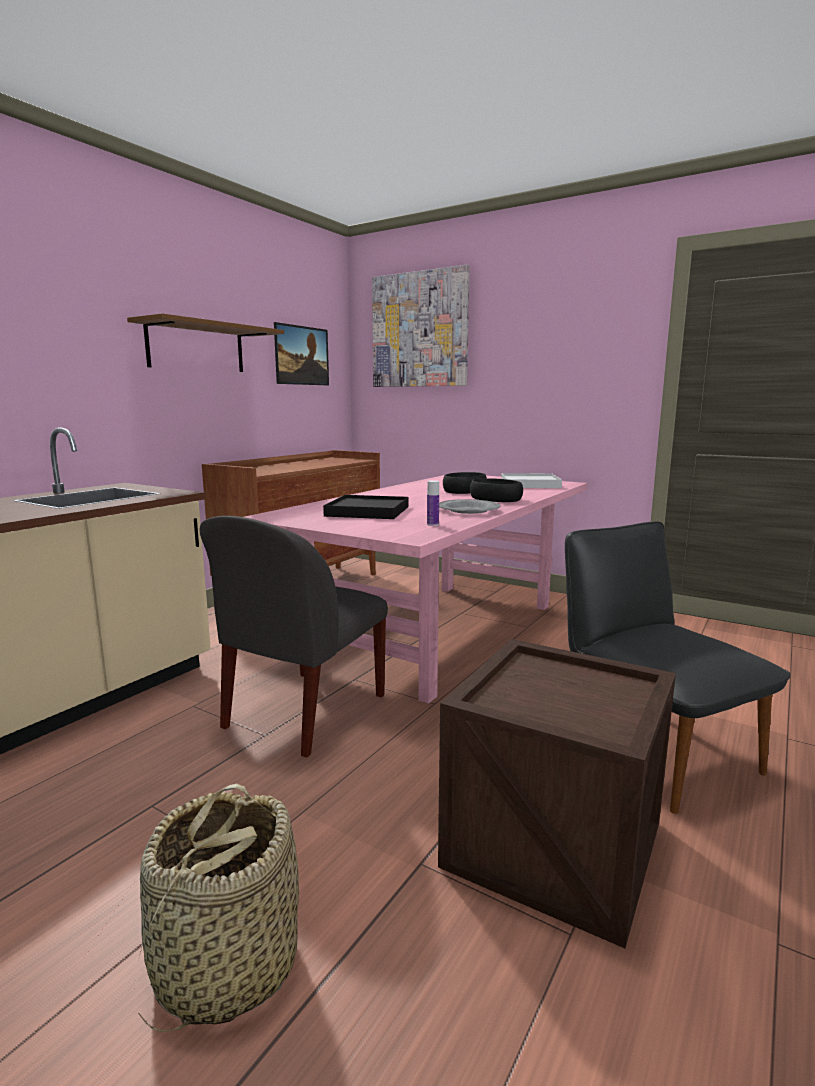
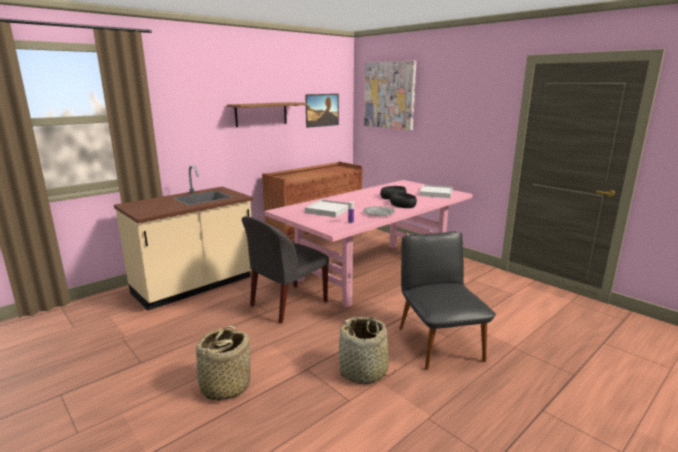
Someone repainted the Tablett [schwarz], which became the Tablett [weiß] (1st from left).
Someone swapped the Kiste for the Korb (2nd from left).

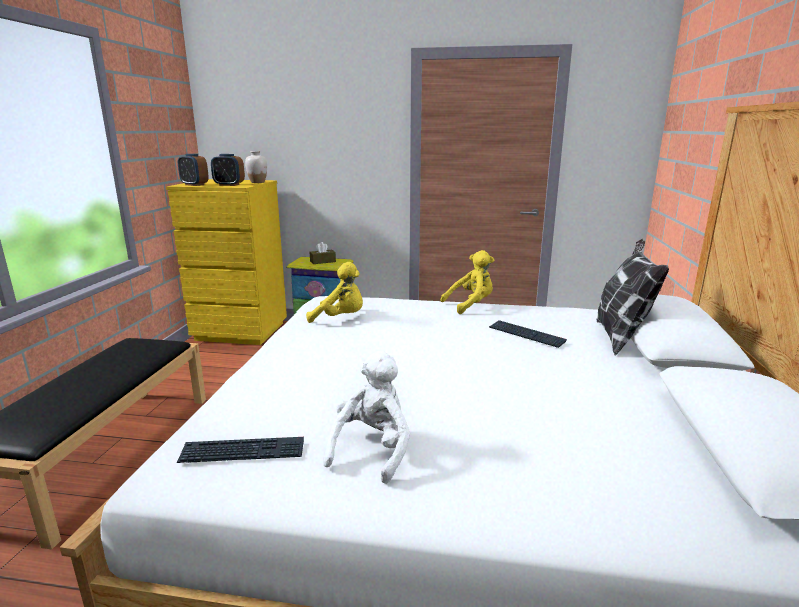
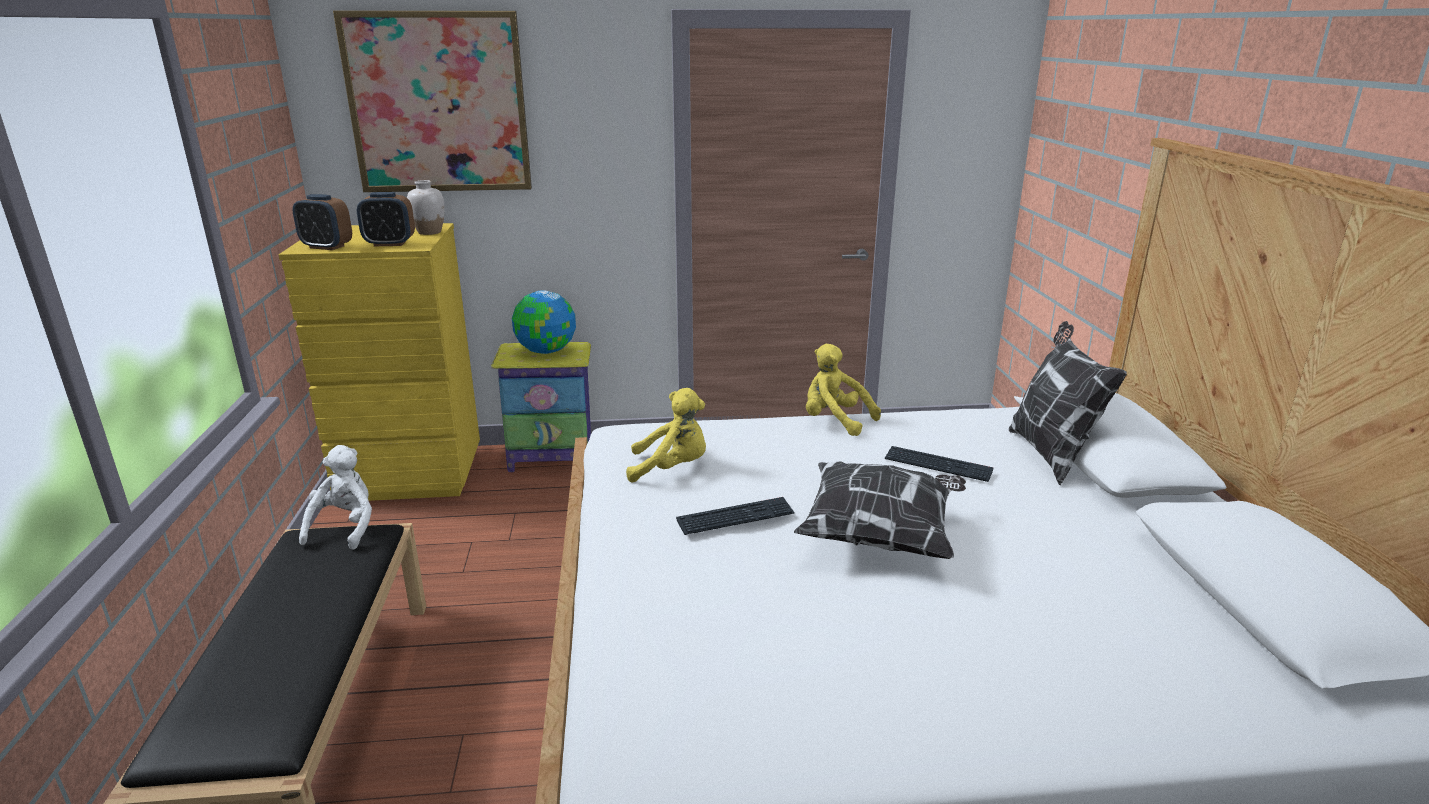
Someone carried the Plüschtier [weiß].
Someone put up the Bild.
Someone swapped the Taschentuchbox [braun] for the Globus.
Someone carried the Tastatur (1st from left).
Someone put down the Kissen (1st from left).
Someone rotated the Plüschtier [gelb] (2nd from left) by 105 degrees counterclockwise.

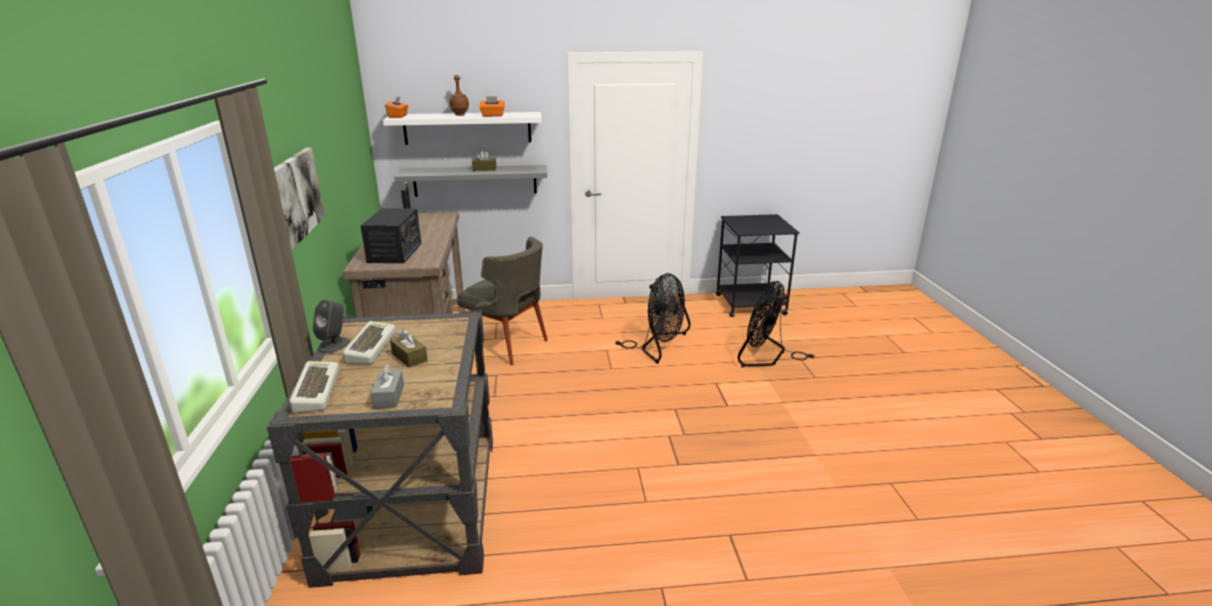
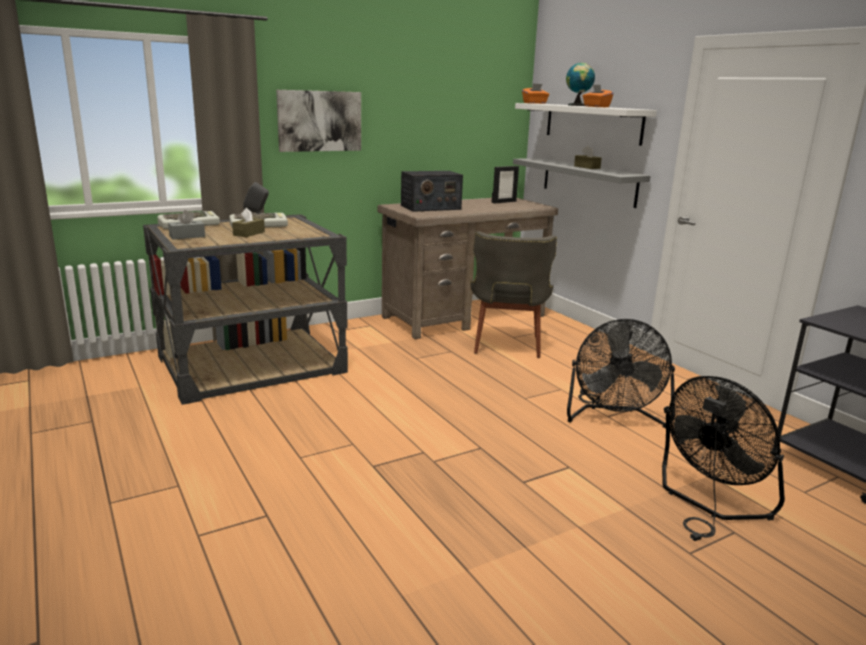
Someone swapped the Flasche [braun] for the Globus.
Someone rotated the Ventilator [schwarz] (2nd from left) by 45 degrees clockwise.

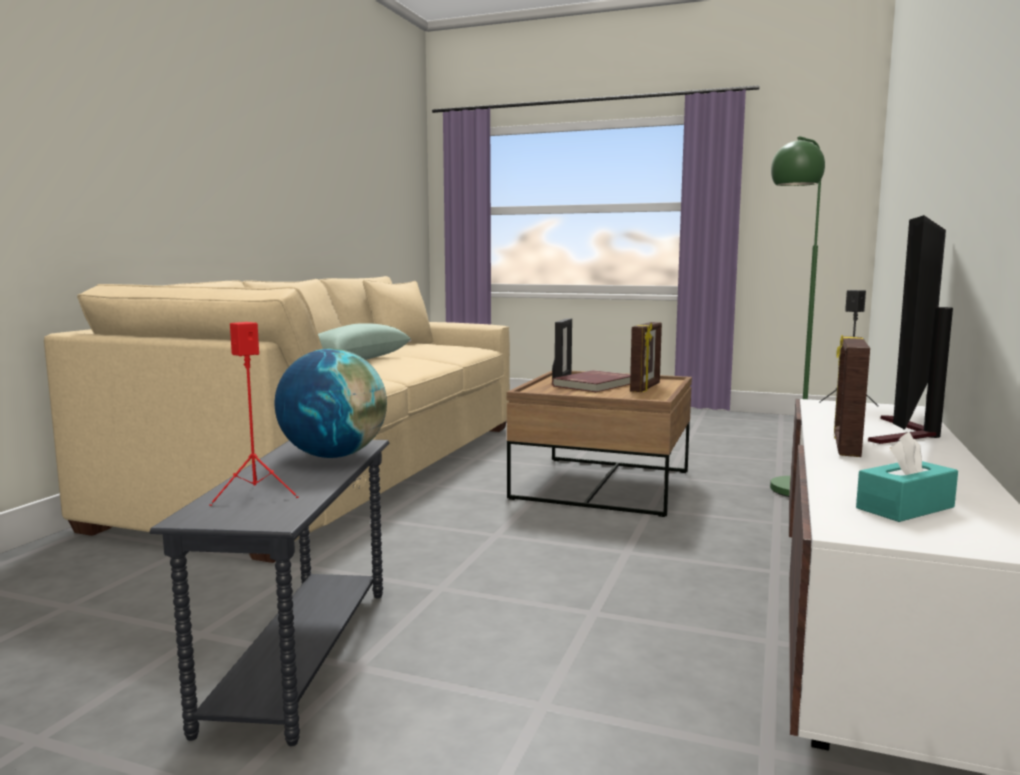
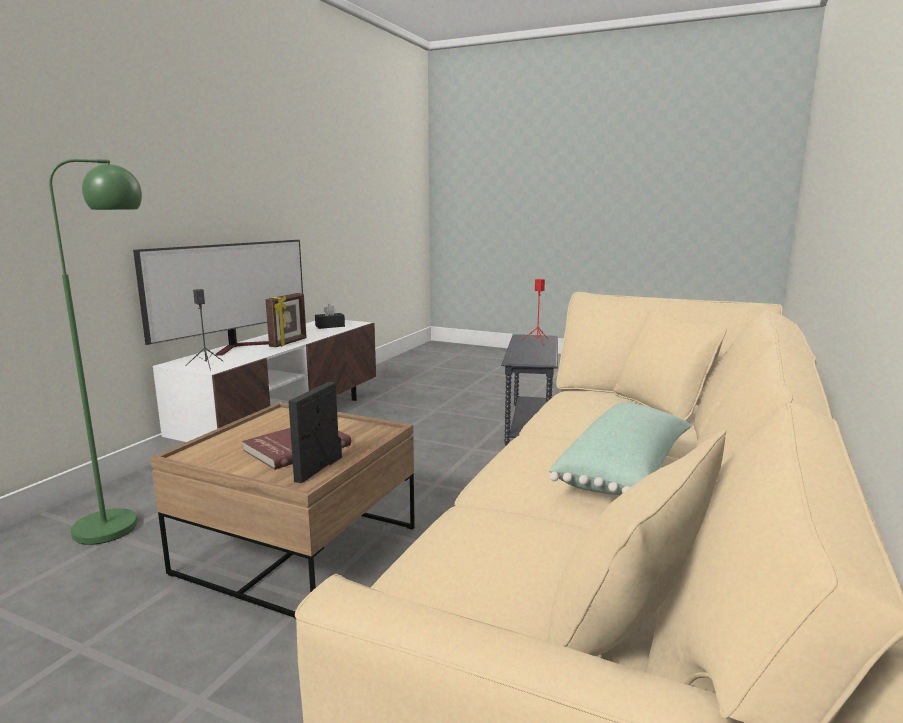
Someone repainted the Taschentuchbox [türkis], which became the Taschentuchbox [schwarz].
Someone took away the Globus.
Someone took away the Bilderrahmen (2nd from left).

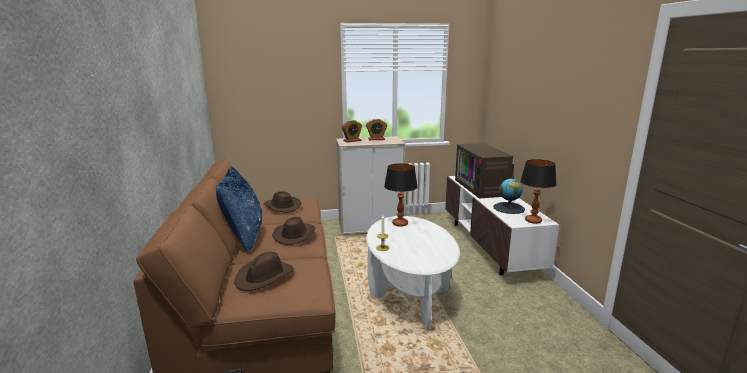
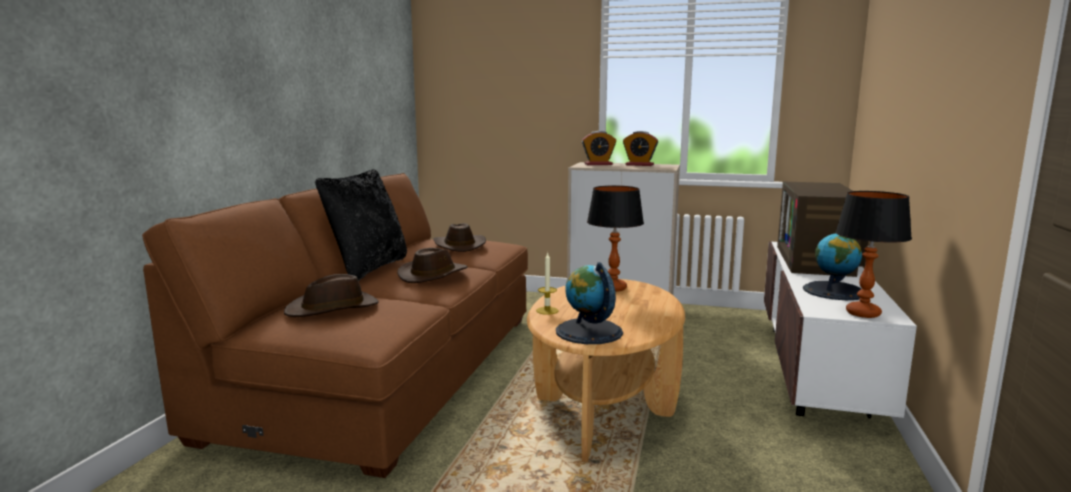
Someone repainted the Kissen [blau], which became the Kissen [schwarz].
Someone repainted the Couchtisch [weiß], which became the Couchtisch [braun].
Someone put down the Globus (1st from left).

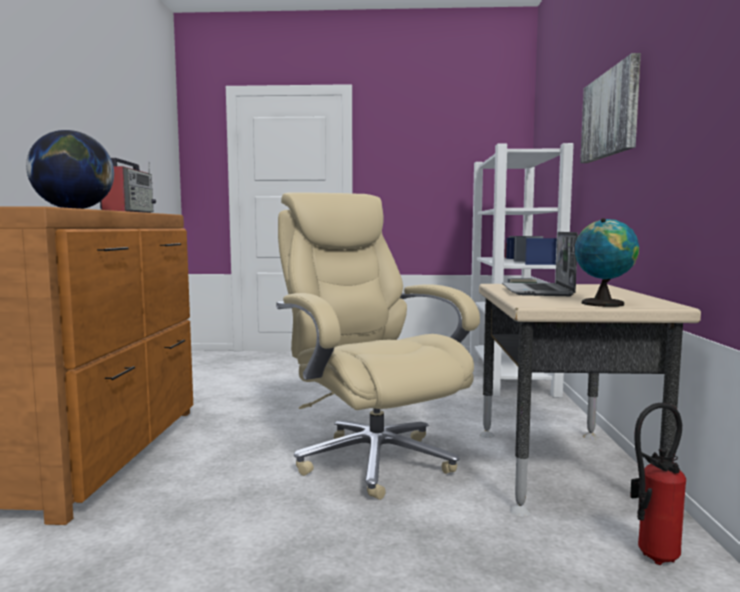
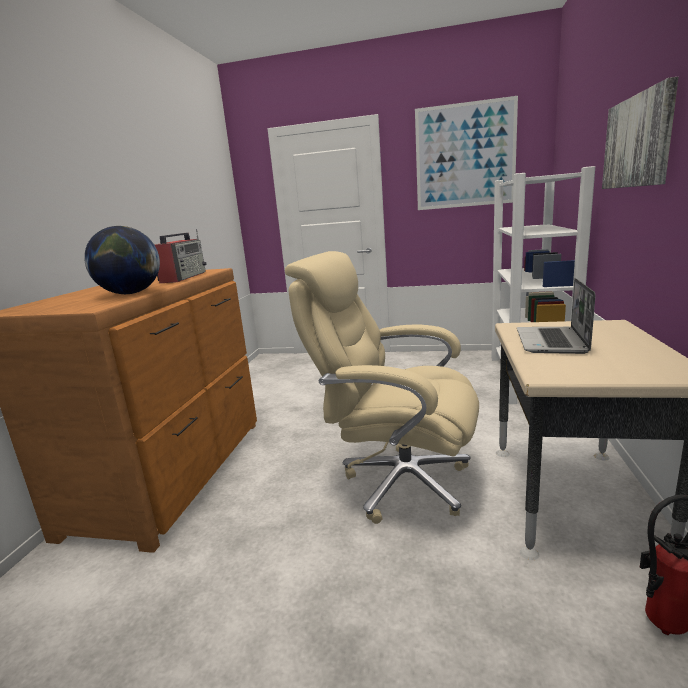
Someone rotated the Bürostuhl [beige] by 45 degrees counterclockwise.
Someone put up the Bild (1st from left).
Someone took away the Globus (2nd from left).

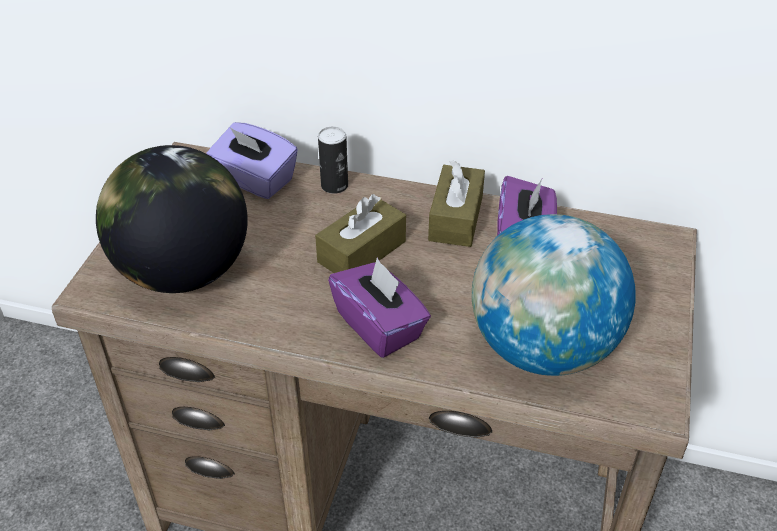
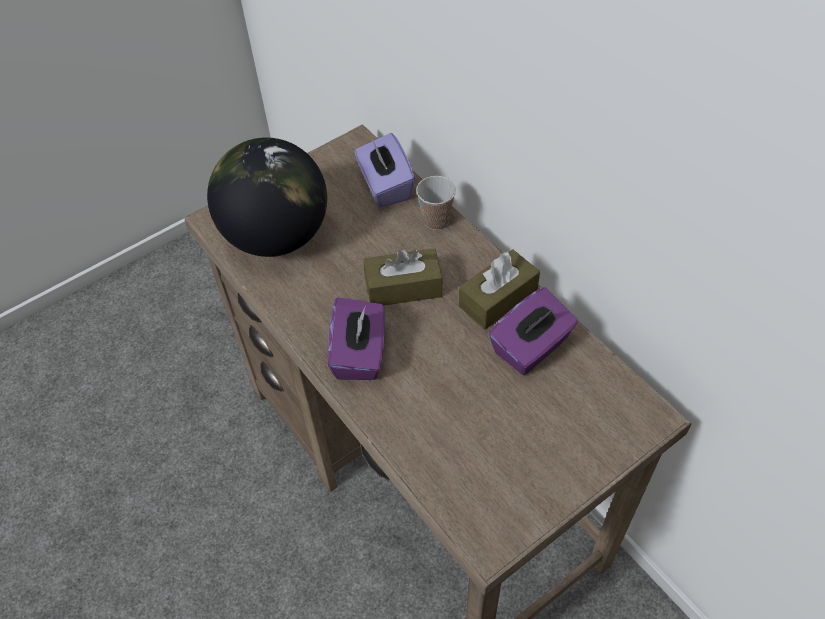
Someone swapped the Dose for the Tasse.
Someone took away the Globus (2nd from left).

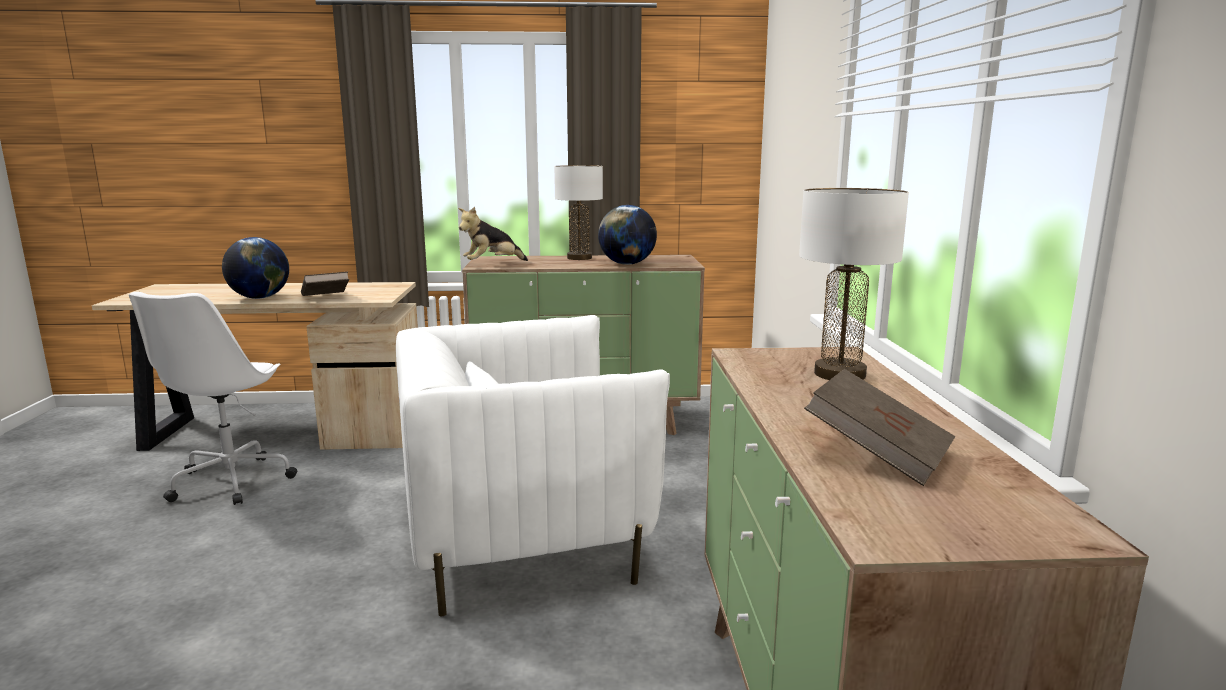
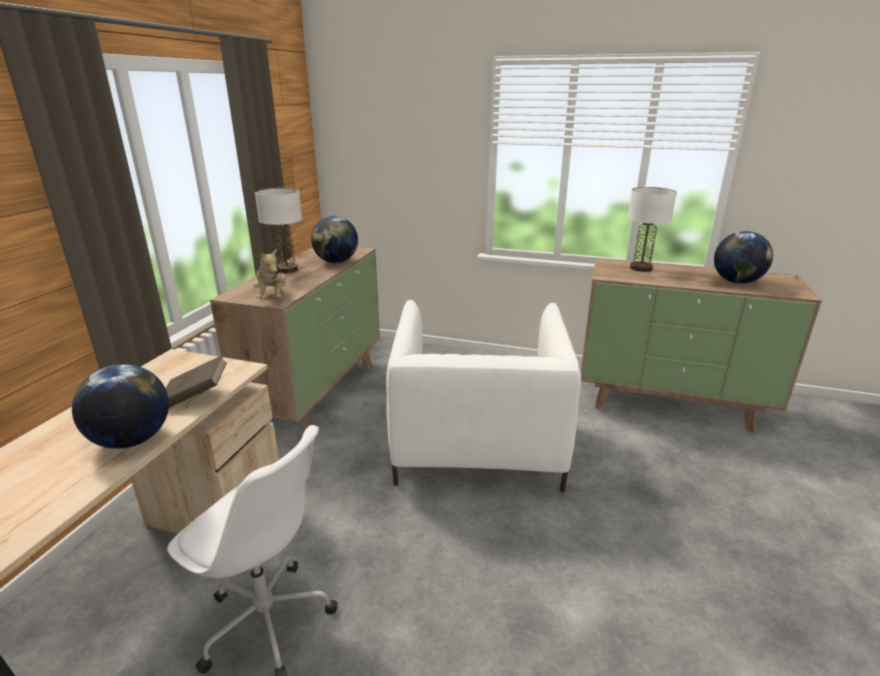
Someone swapped the Buch [braun] (2nd from left) for the Globus (3rd from left).

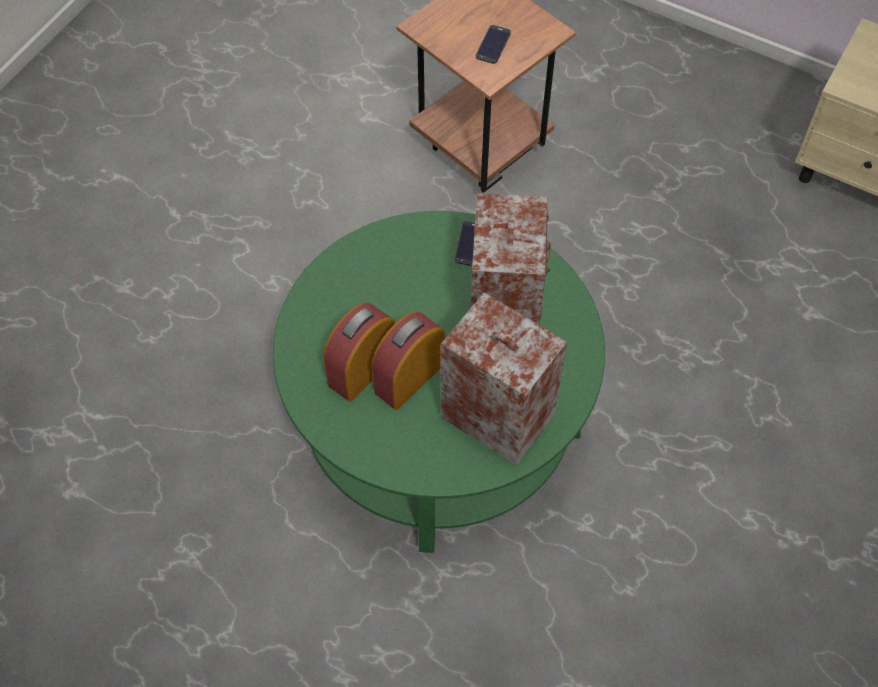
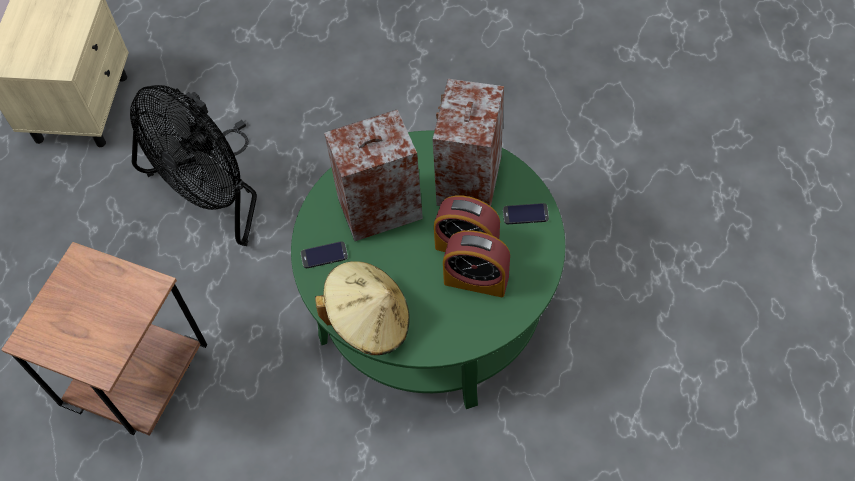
Someone put down the Ventilator [schwarz].
Someone put down the Hut [beige].
Someone carried the Handy (2nd from left).

